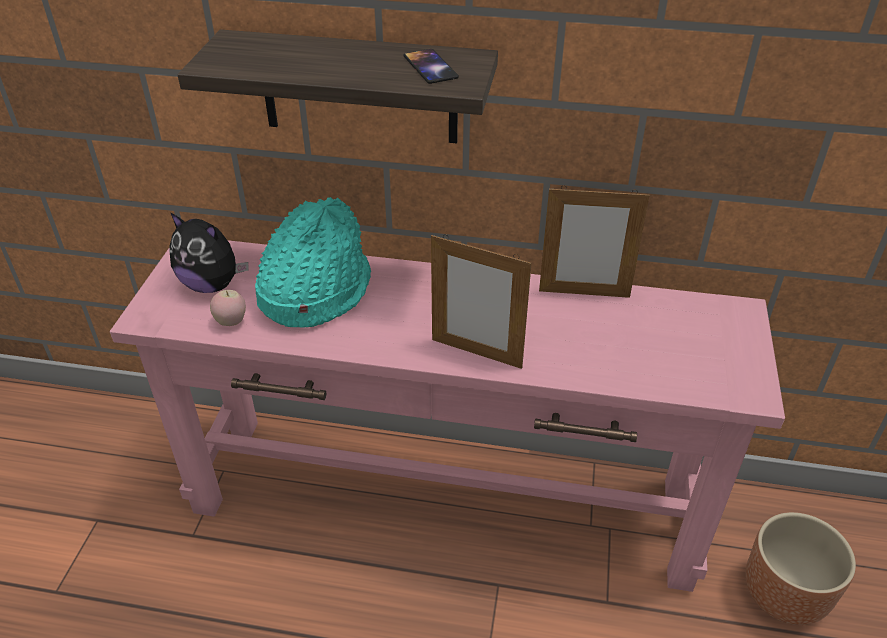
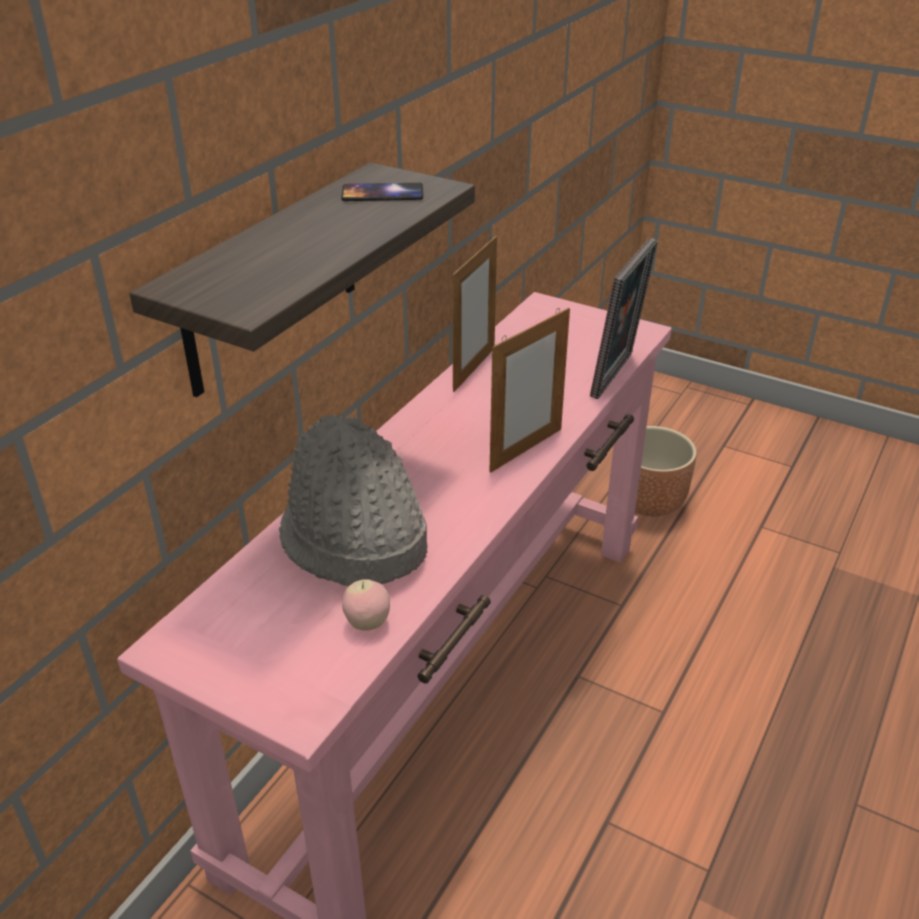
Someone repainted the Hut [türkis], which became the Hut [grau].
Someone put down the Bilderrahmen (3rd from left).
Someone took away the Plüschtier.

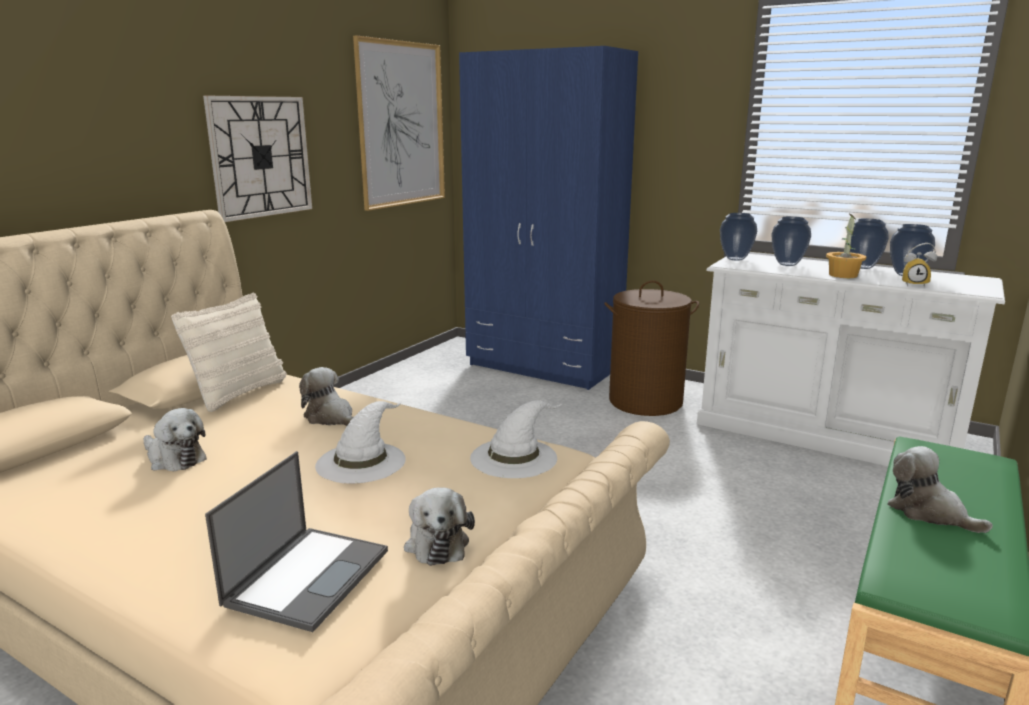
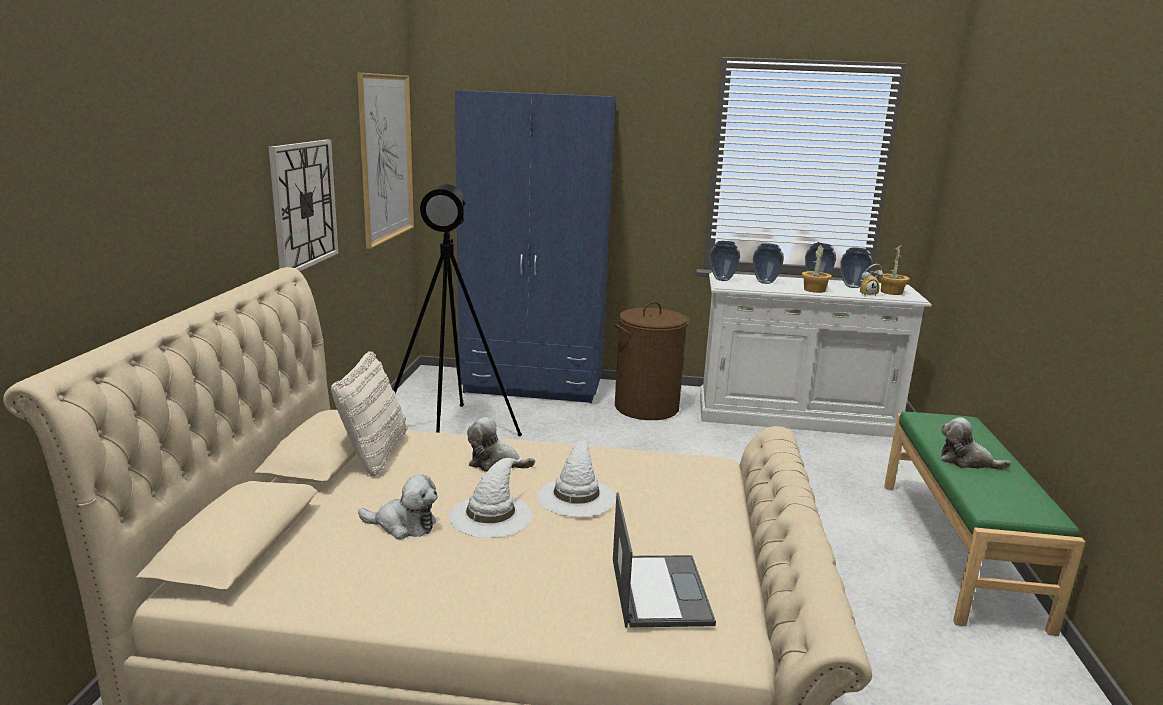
Someone put down the Stehlampe [schwarz].
Someone carried the Hut [weiß] (2nd from left in the first image).
Someone put down the Topfpflanze (2nd from left).
Someone took away the Plüschtier (3rd from left).

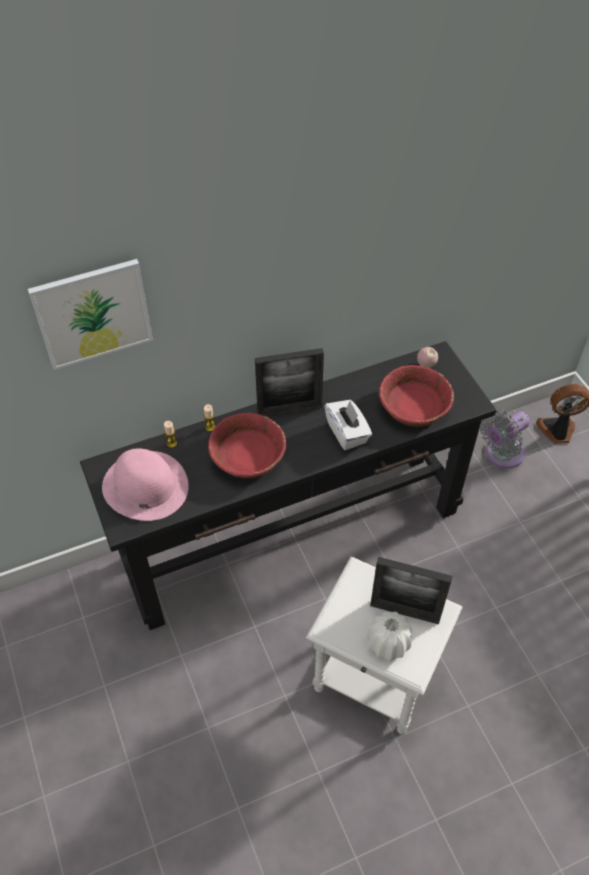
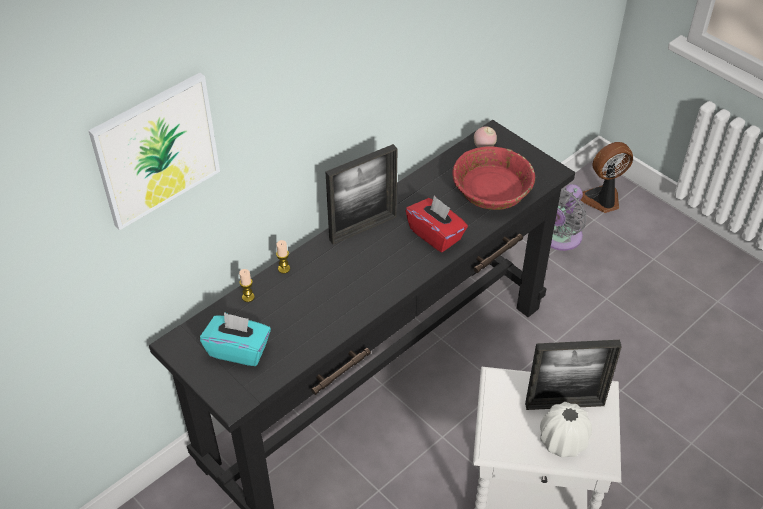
Someone swapped the Hut [rosa] for the Taschentuchbox [türkis].
Someone repainted the Taschentuchbox [weiß], which became the Taschentuchbox [rot].
Someone took away the Schüssel [rot] (1st from left).

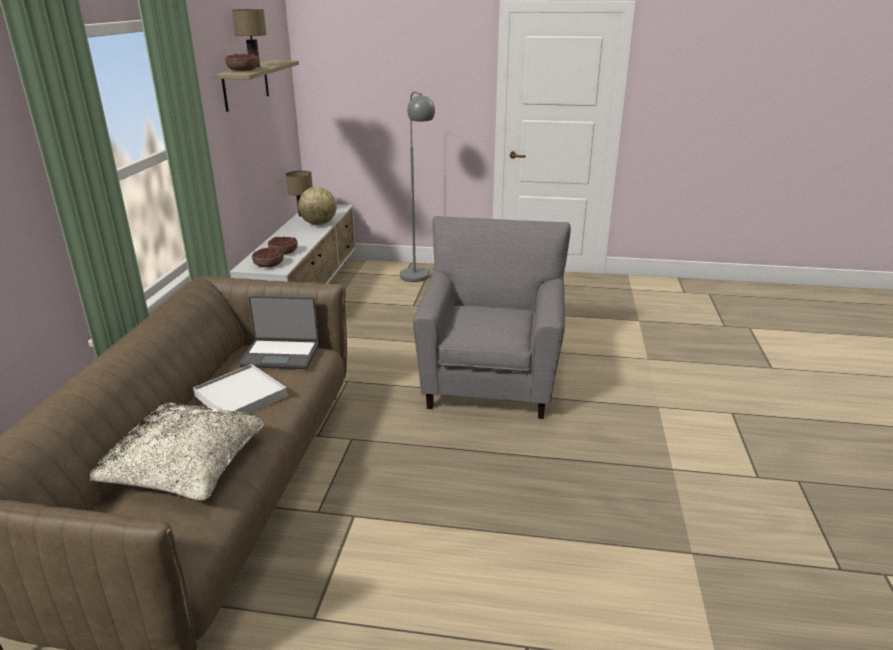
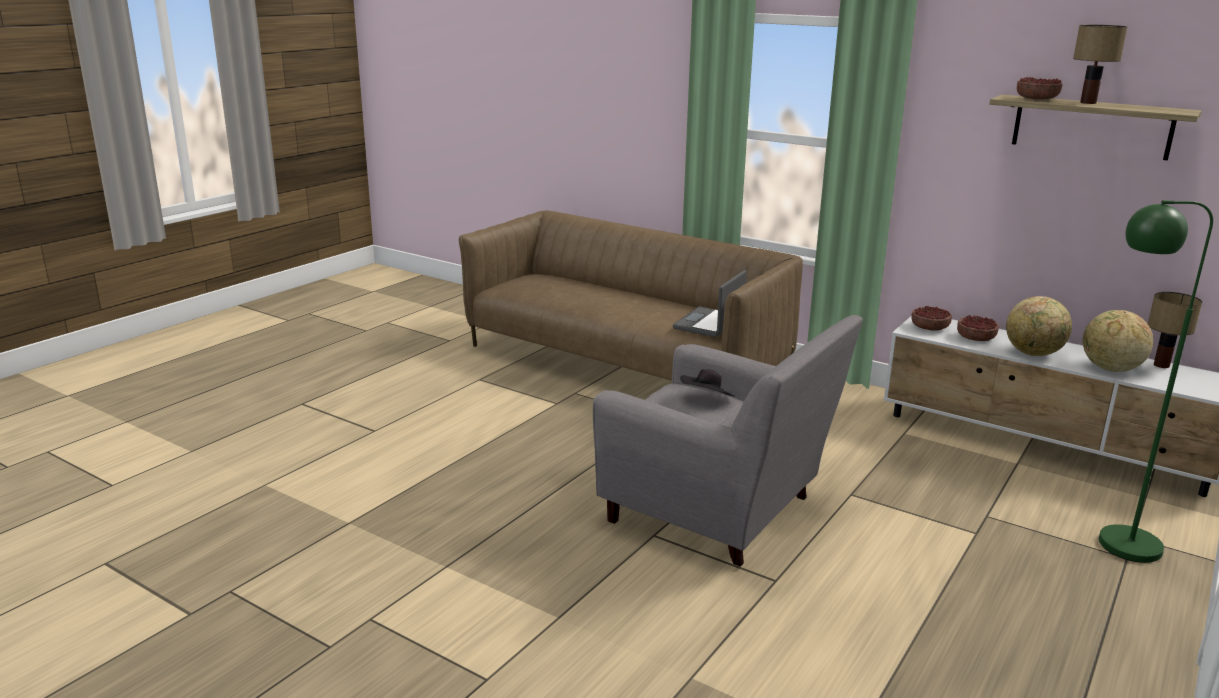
Someone put down the Hut [schwarz].
Someone put down the Globus (1st from left).
Someone repainted the Stehlampe [grau], which became the Stehlampe [grün].
Someone took away the Kissen [beige].
Someone took away the Tablett [weiß].

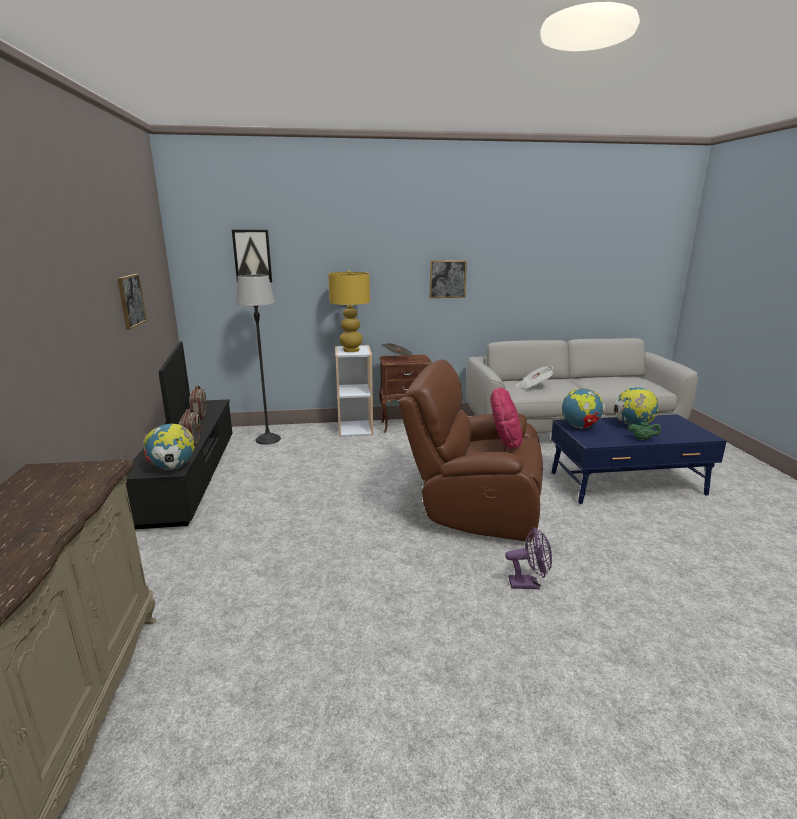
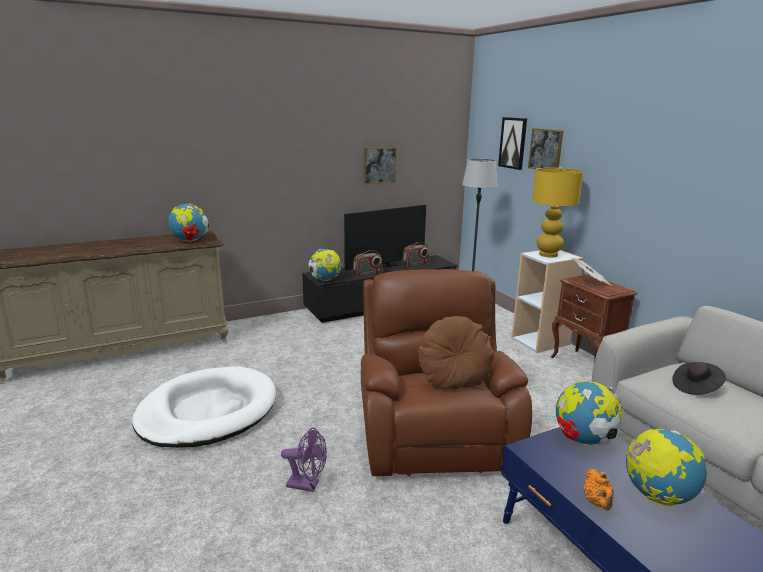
Someone put down the Hundebett [weiß].
Someone put down the Globus (1st from left).
Someone rotated the Ventilator [lila] by 60 degrees counterclockwise.
Someone repainted the Kissen [rosa], which became the Kissen [braun].
Someone carried the Bild (3rd from left).
Someone repainted the Teekanne [grün], which became the Teekanne [orange].
Someone swapped the Zeitung (2nd from left) for the Hut [schwarz].

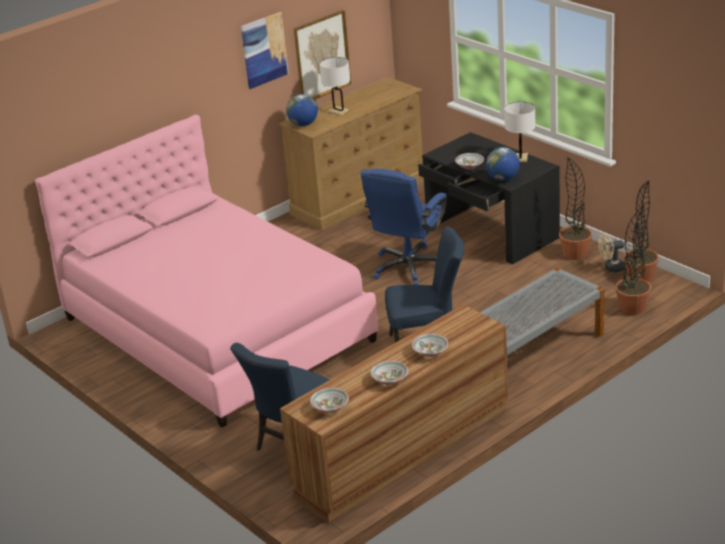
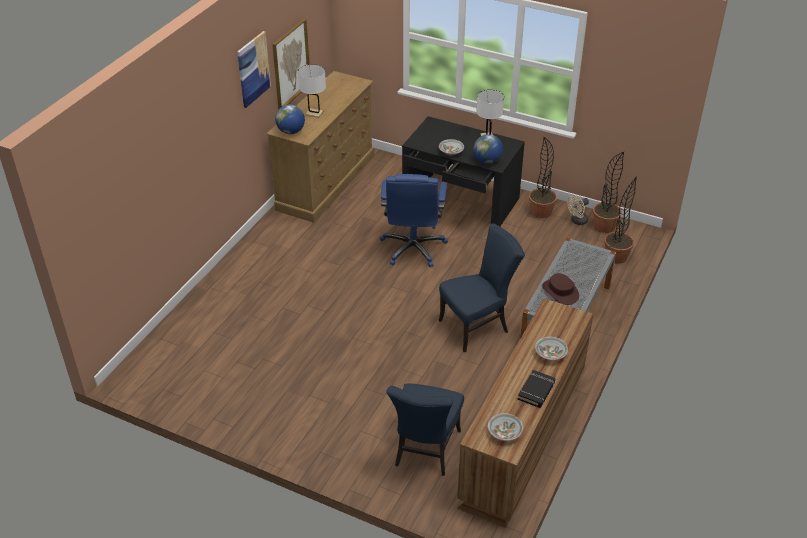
Someone swapped the Schüssel (2nd from left) for the Buch [schwarz].
Someone put down the Hut [braun].
Someone took away the Bett [rosa].

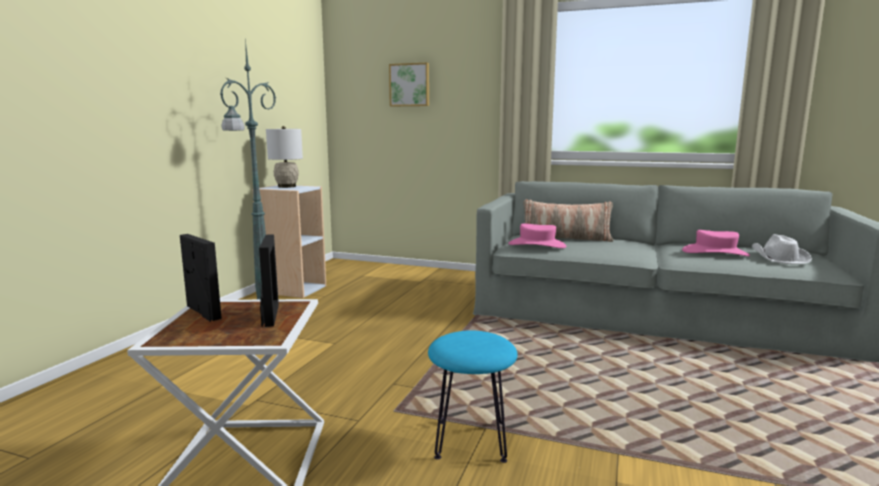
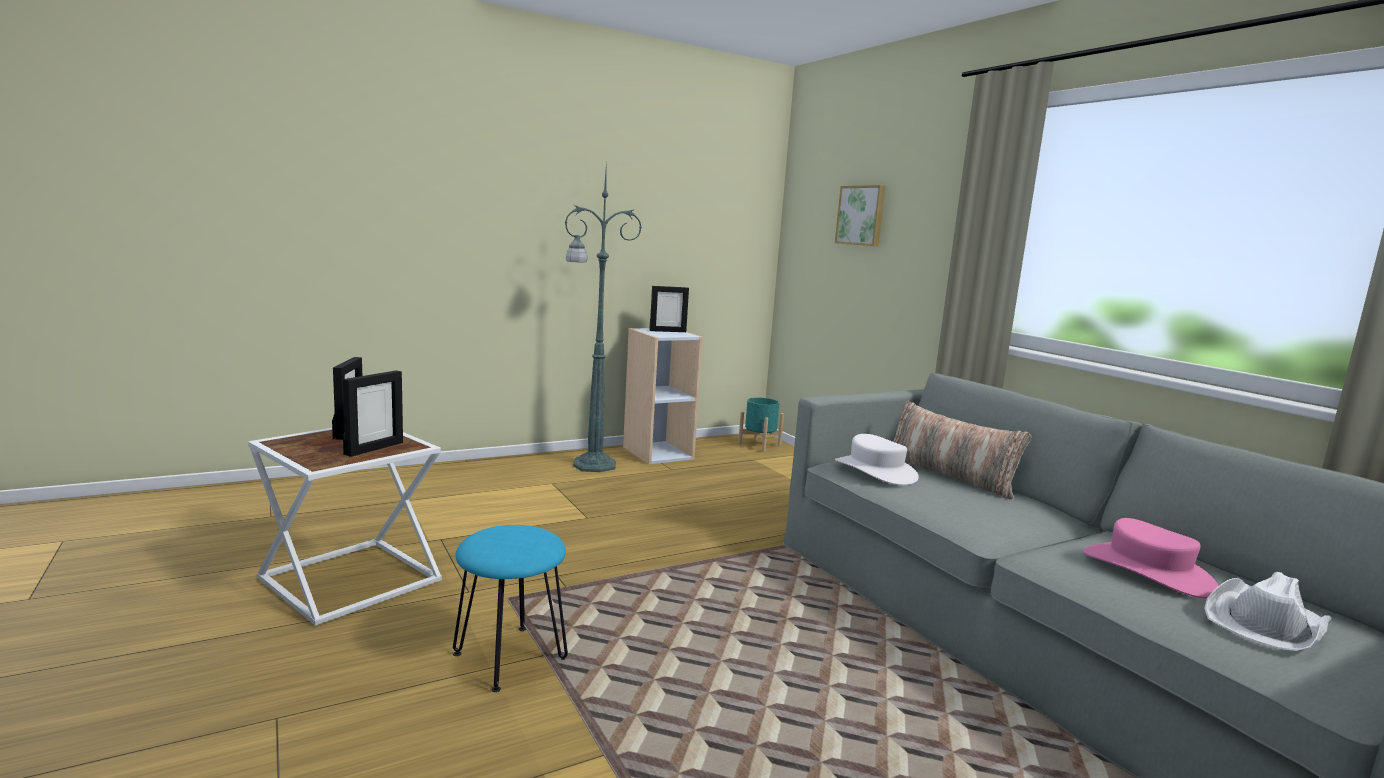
Someone swapped the Tischlampe [weiß] for the Bilderrahmen (3rd from left).
Someone put down the Pflanzkübel [türkis].
Someone repainted the Hut [rosa] (1st from left), which became the Hut [weiß] (1st from left).

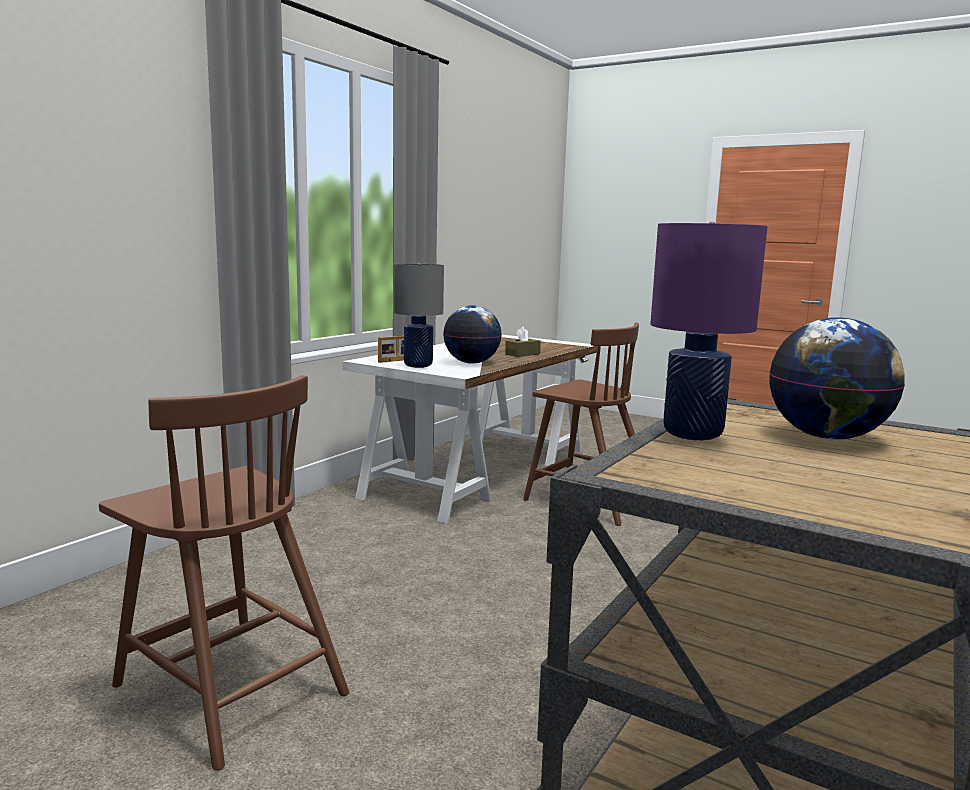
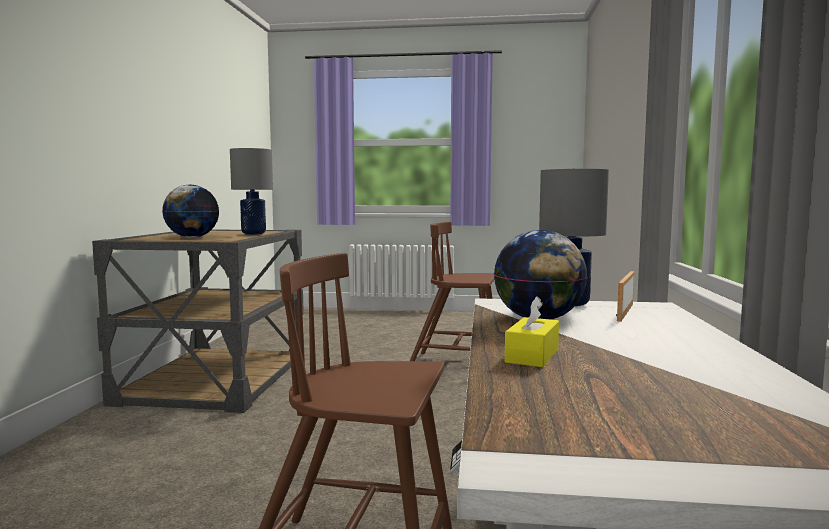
Someone repainted the Tischlampe [lila], which became the Tischlampe [grau] (1st from left).
Someone repainted the Taschentuchbox [braun], which became the Taschentuchbox [gelb].

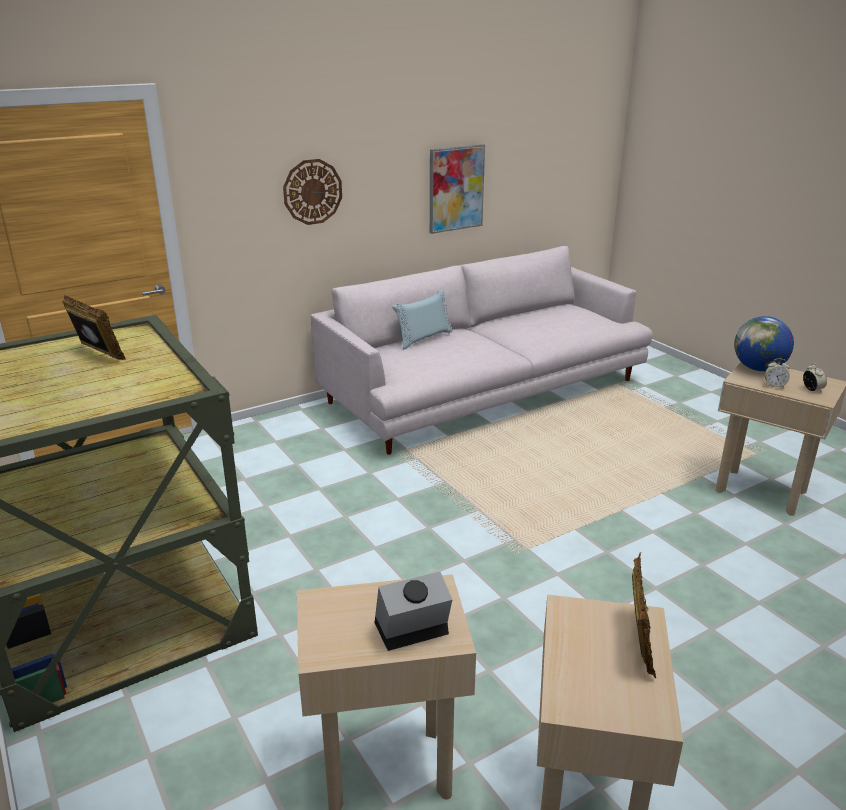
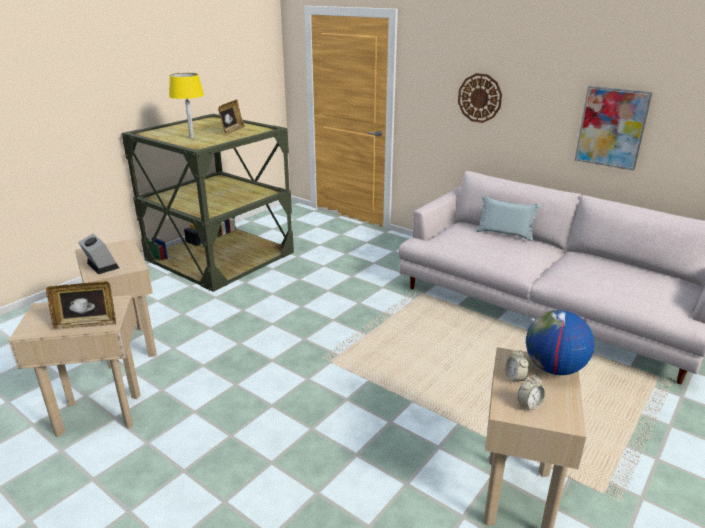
Someone put down the Tischlampe [gelb].

